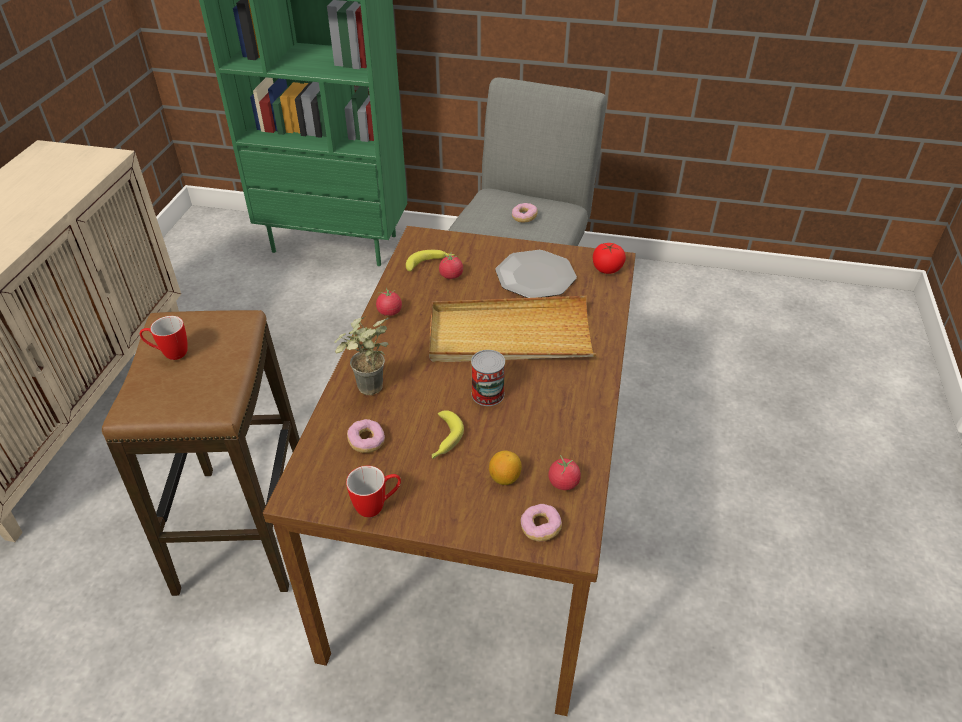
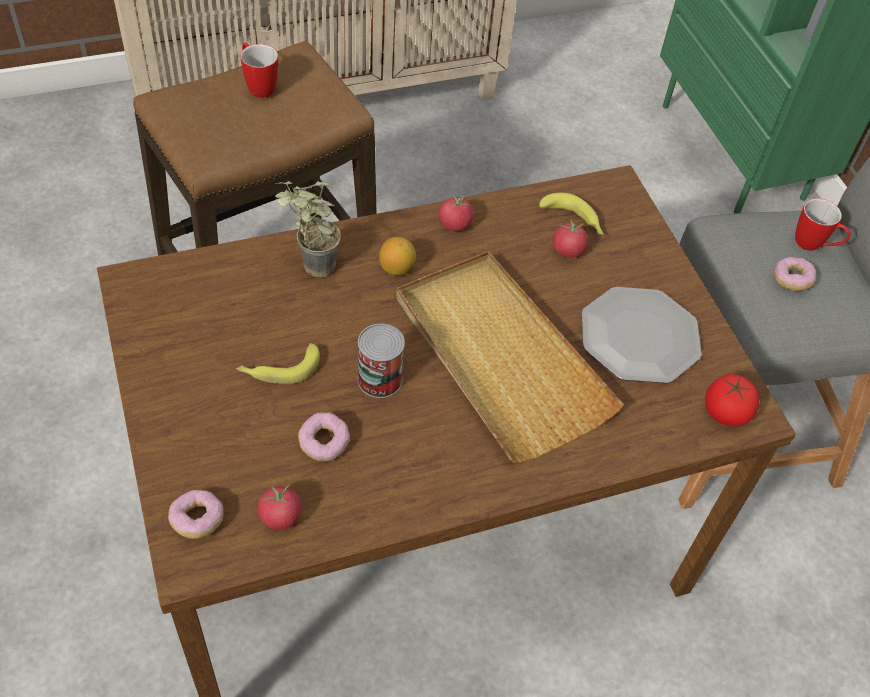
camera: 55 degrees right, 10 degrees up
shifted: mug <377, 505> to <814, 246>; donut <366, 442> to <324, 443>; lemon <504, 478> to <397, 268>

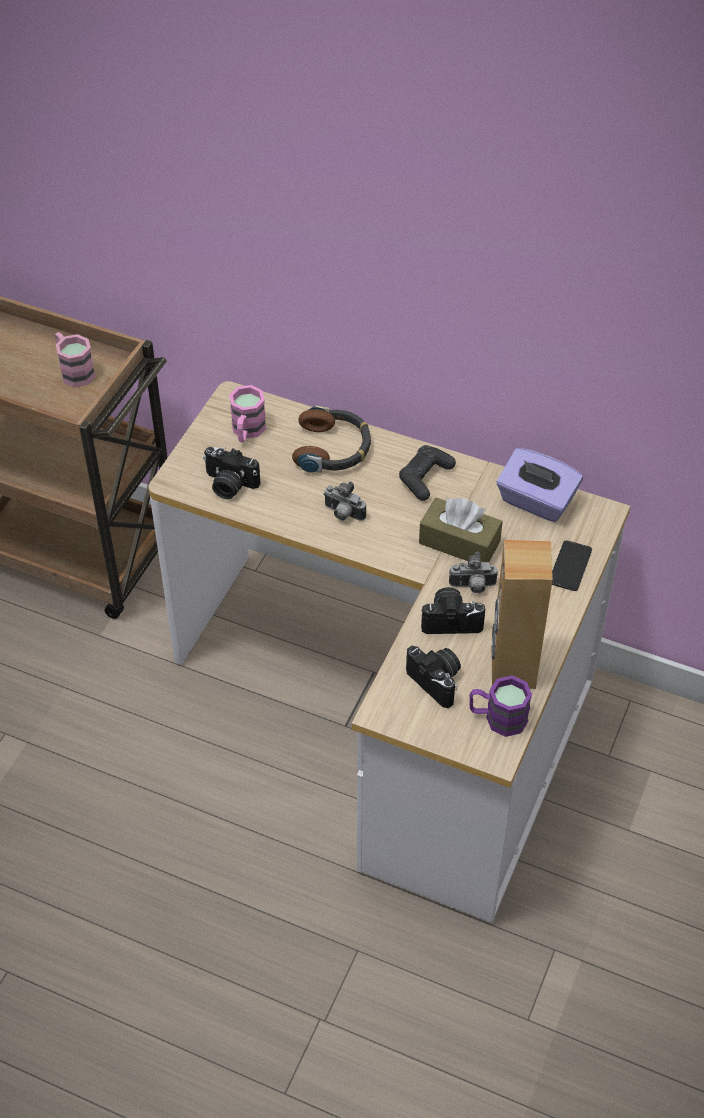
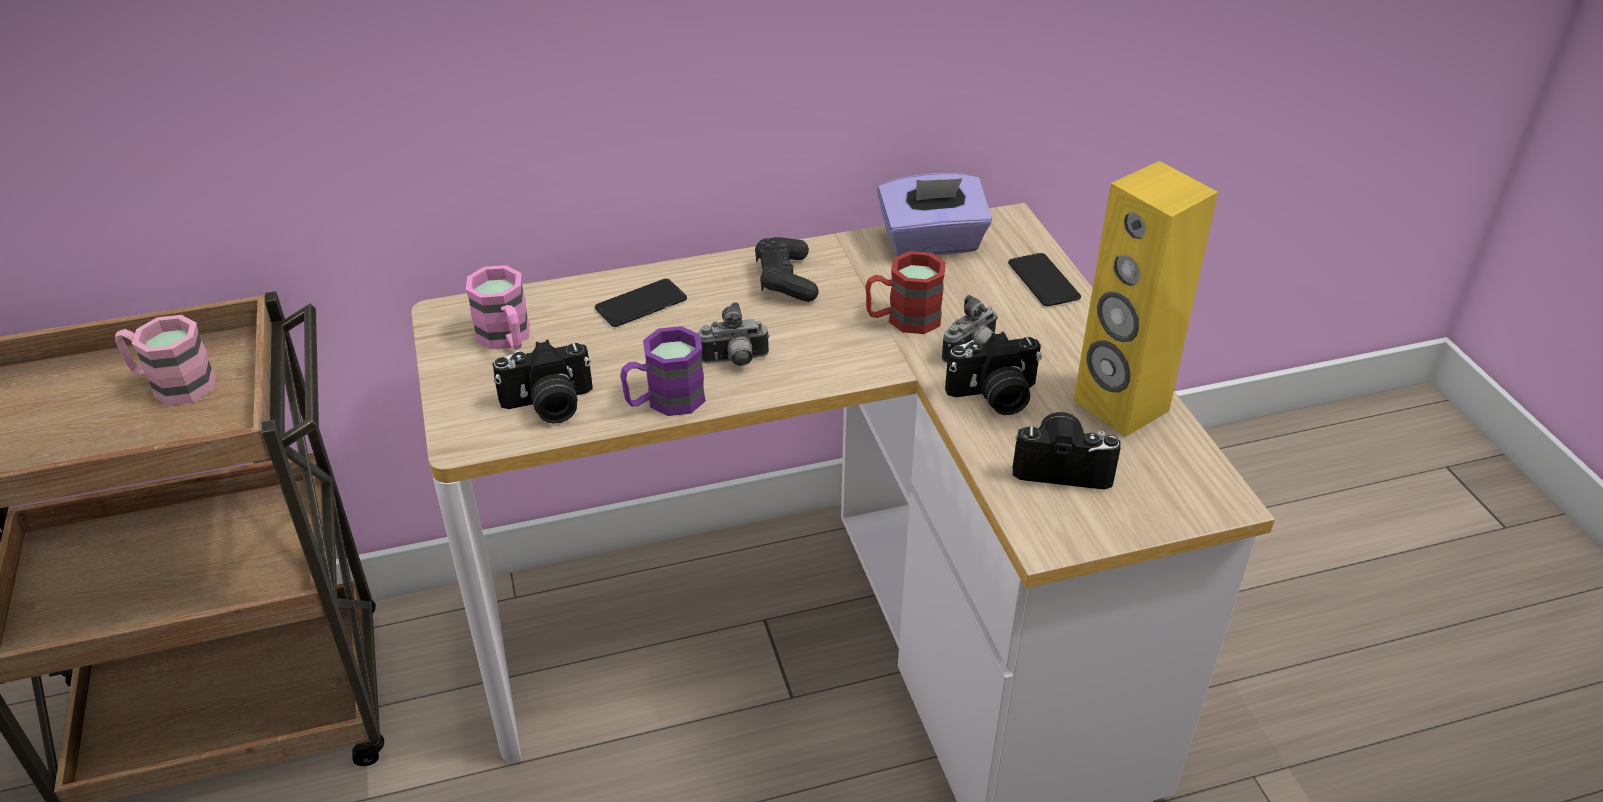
camera: 40 degrees left, 10 degrees down
shifted: purple mug <497, 718> to <664, 401>
swapped: headphones <333, 448> to phone <641, 304>; brown tissue box <459, 542> to red mug <903, 319>
repainted: brown speaker <512, 668> to yellow speaker <1120, 406>
rotated: photo camera <451, 620> = <994, 397> 150 degrees counterclockwise

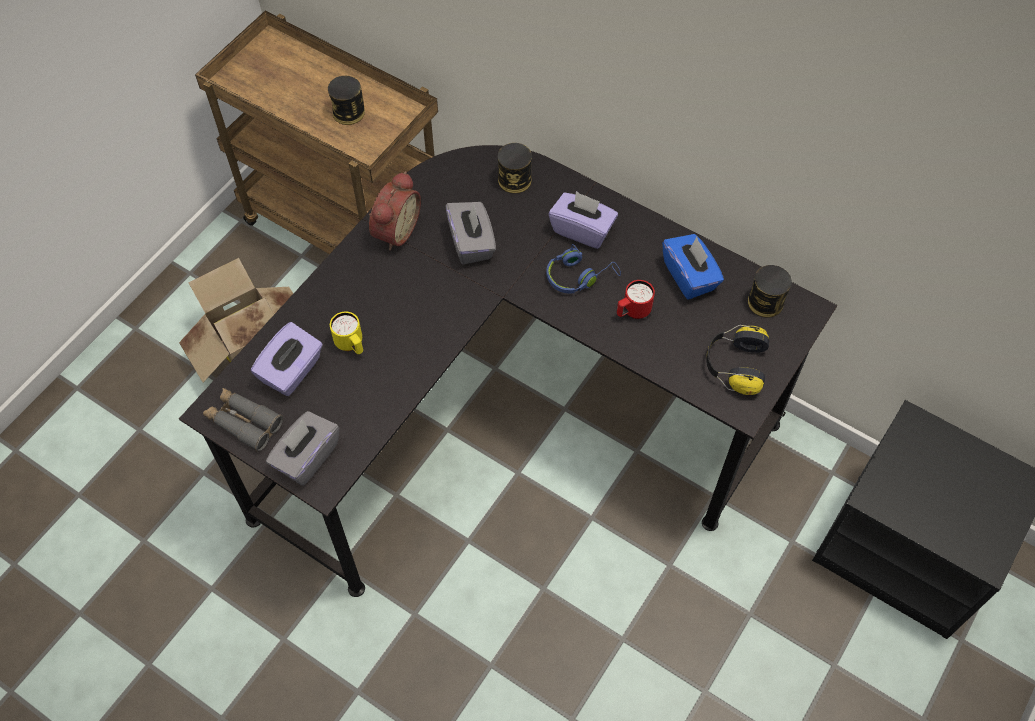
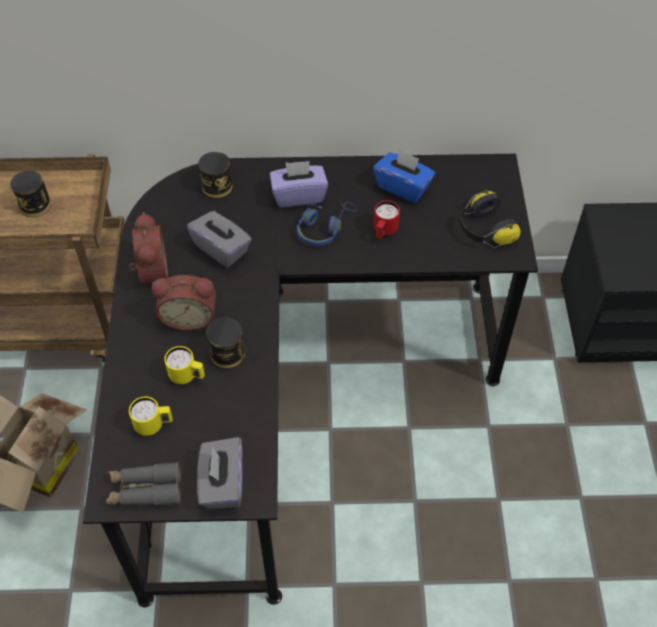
camera: 35 degrees left, 5 degrees down
new: alarm clock <189, 316>
shifted: can <765, 302> to <227, 353>
swapped: purple tissue box <292, 371> to yellow mug <154, 425>

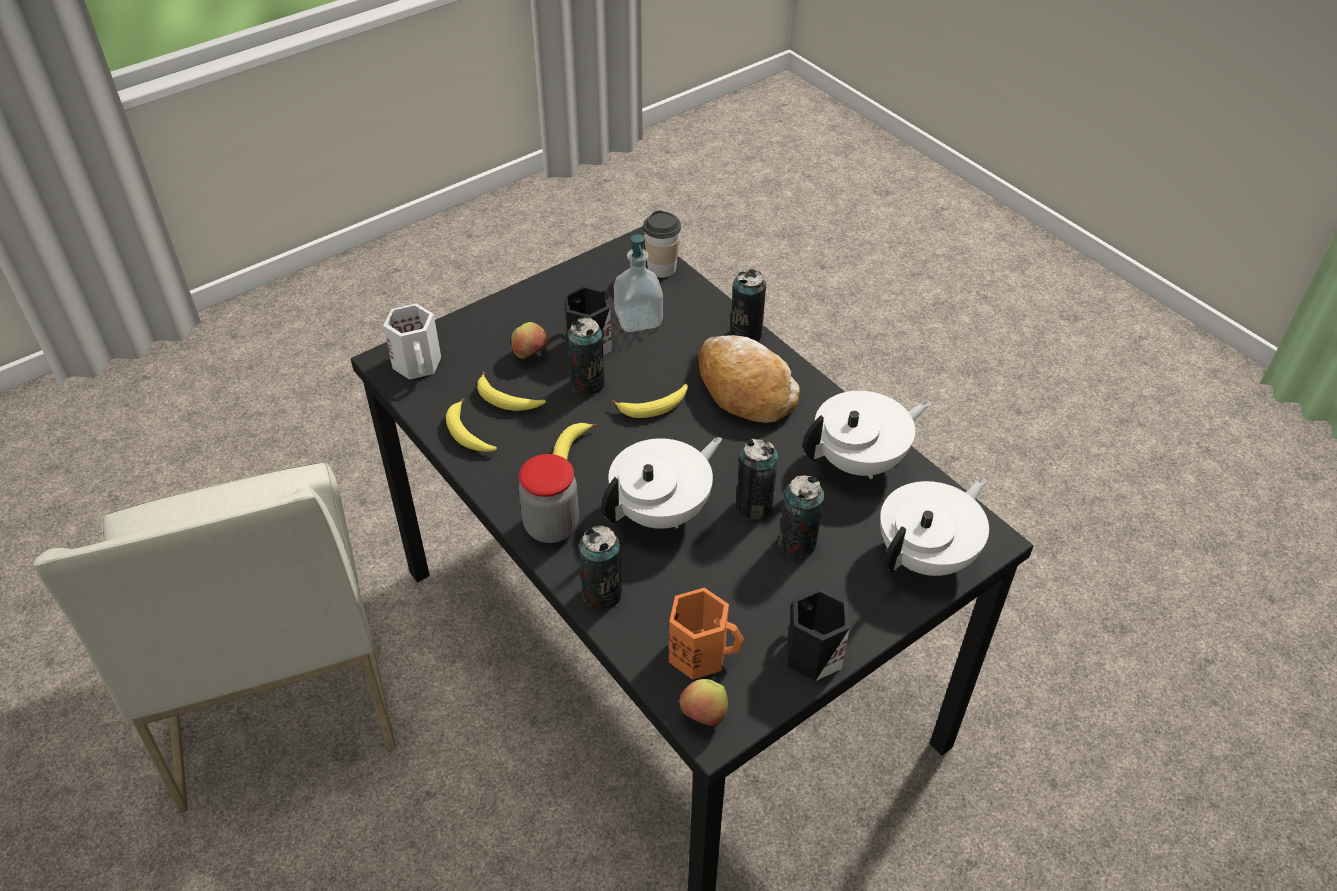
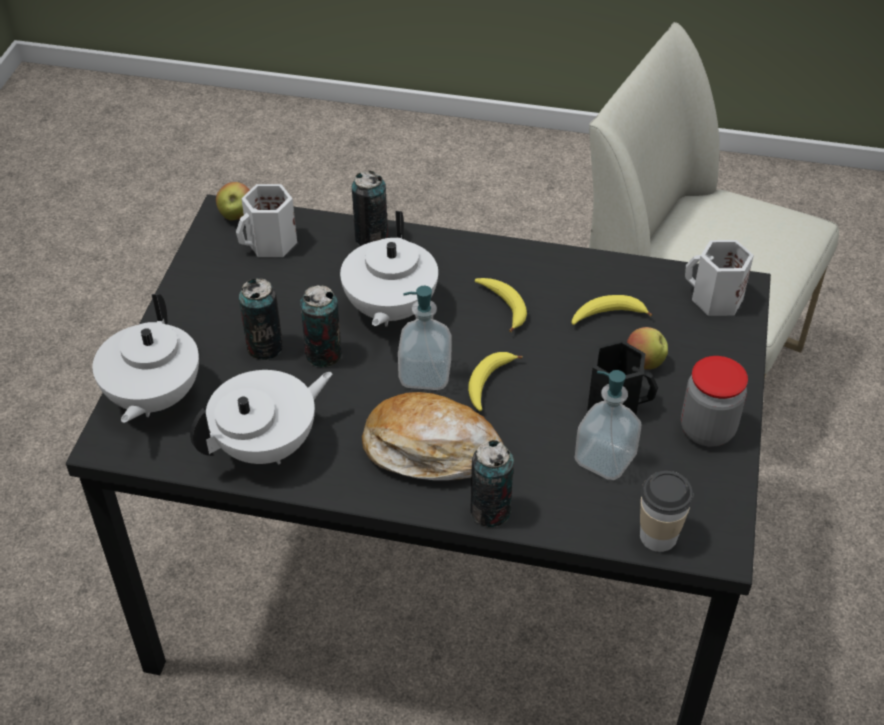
camera: 140 degrees right, 0 degrees up
gone: banana <468, 434>; can <587, 384>; black mug <811, 653>
new: soap dispenser <425, 374>
shifted: jar <551, 526> to <707, 430>
repainted: orange mug <700, 652> to white mug <271, 244>
rotated: white teapot <860, 461> = <268, 445> 150 degrees counterclockwise

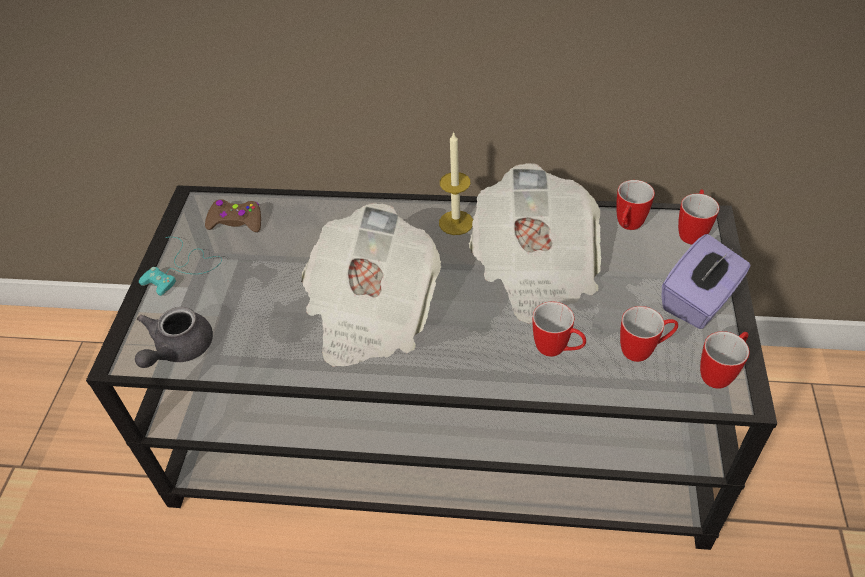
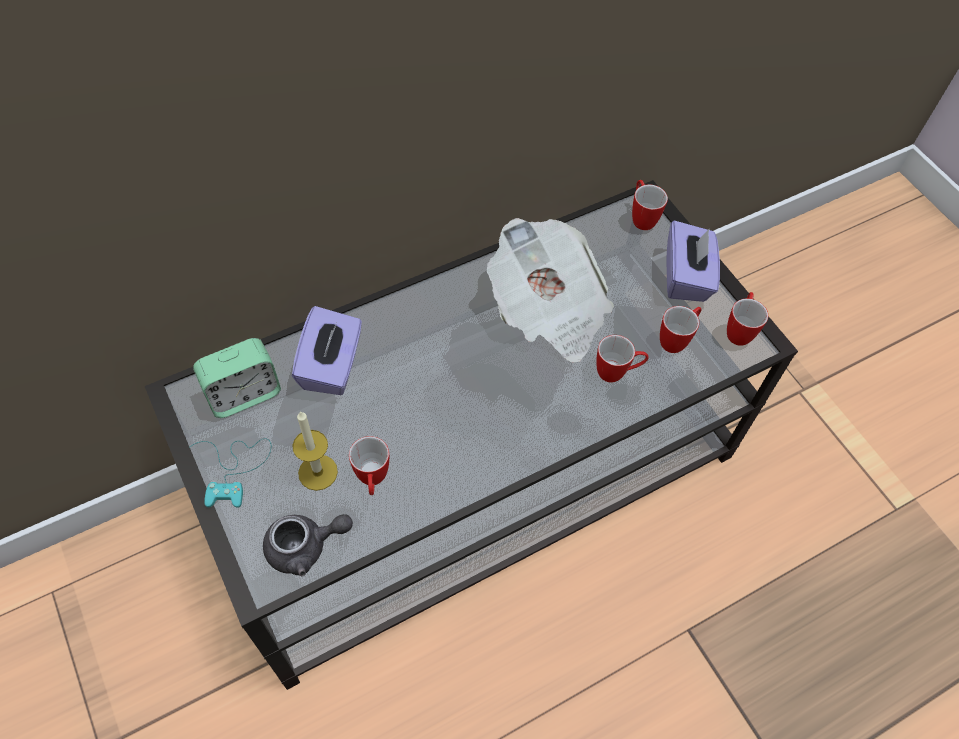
camera: 40 degrees left, 10 degrees up
gone: newspaper <371, 313>
new: purple tissue box <332, 366>
shifted: candle <456, 223> to <318, 472>; mug <627, 227> to <372, 481>
swapped: brown game controller <236, 221> to alarm clock <244, 394>
rotated: grey teapot <178, 350> = <305, 547> 90 degrees counterclockwise

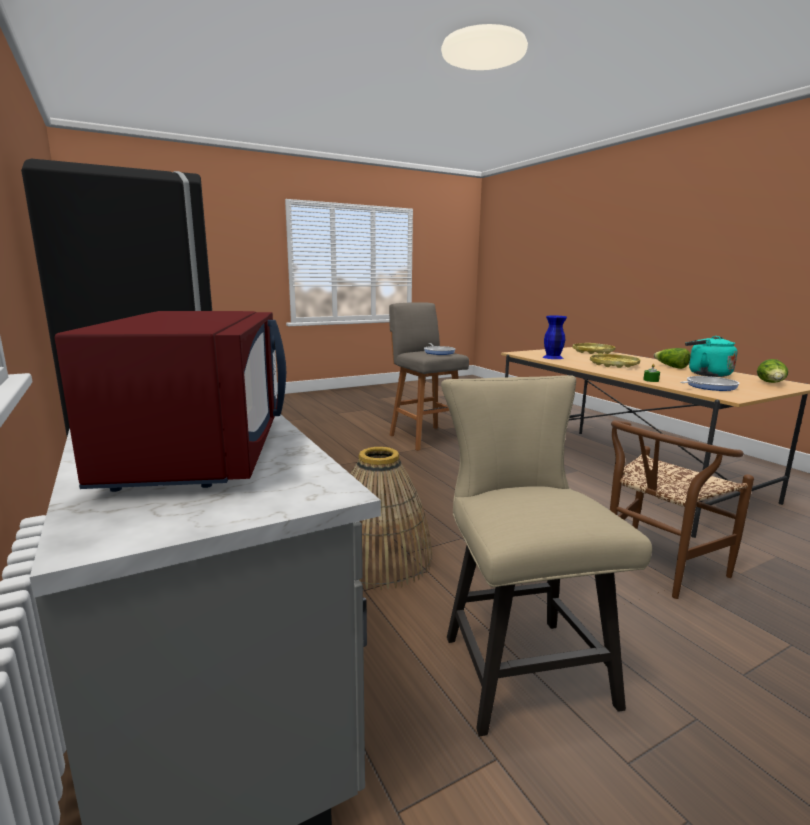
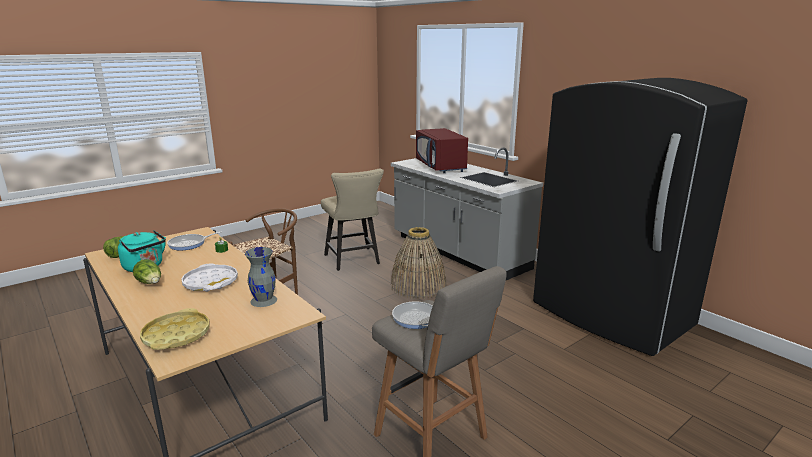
camera: 170 degrees right, 5 degrees up
repainted: blue vase <552, 357> to grey vase <264, 300>; yellow tray <614, 365> to white tray <210, 282>

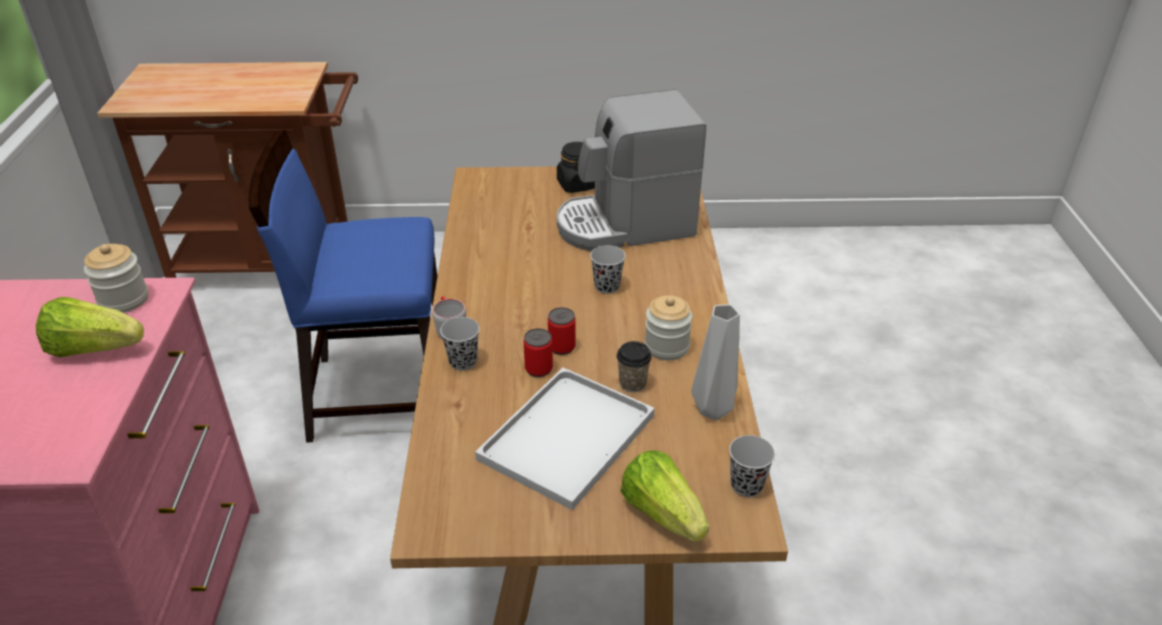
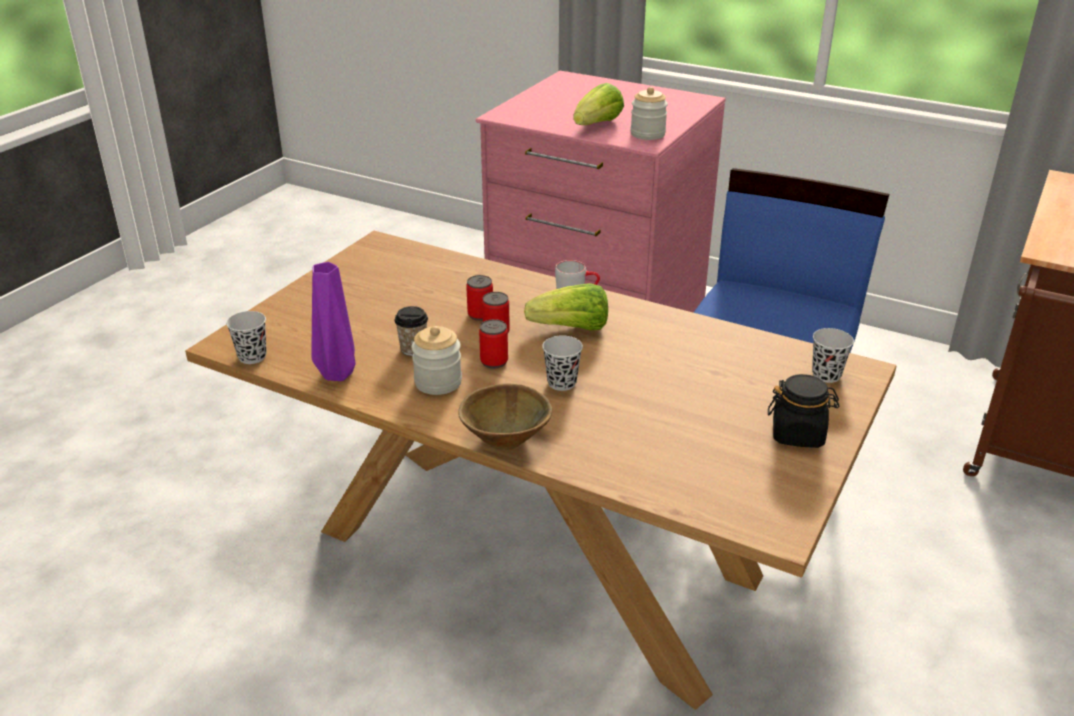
camera: 120 degrees right, 5 degrees down
gone: white tray <567, 434>; coffee machine <625, 225>
new: brown bowl <505, 440>; can <494, 361>
shifted: black cup <463, 362> to <826, 375>; lettuce <662, 513> to <571, 329>
repainted: grey vase <711, 409> to purple vase <339, 373>

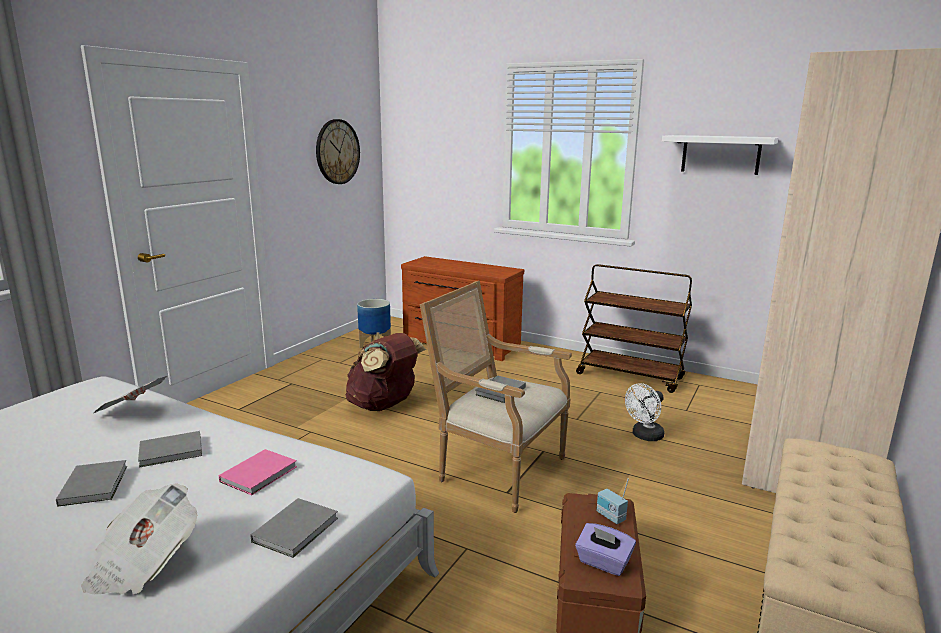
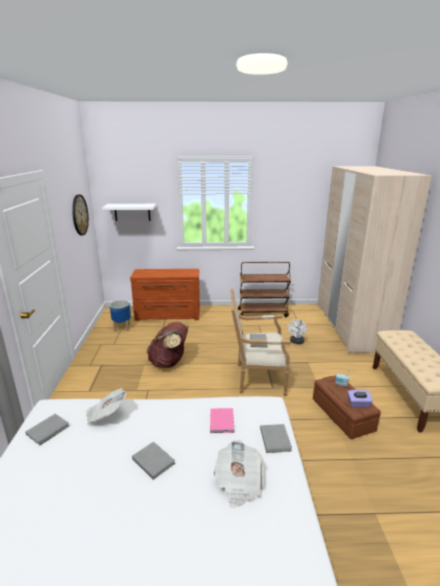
camera: 30 degrees left, 5 degrees up
shifted: grey book <173, 451> to <49, 430>; white shelf <720, 154> to <132, 212>

